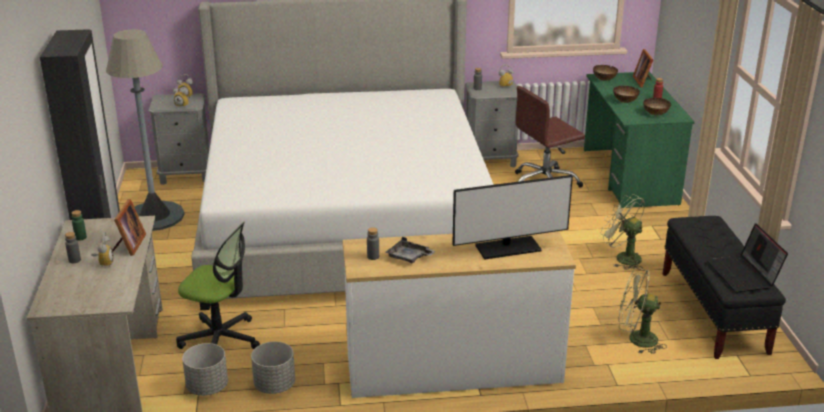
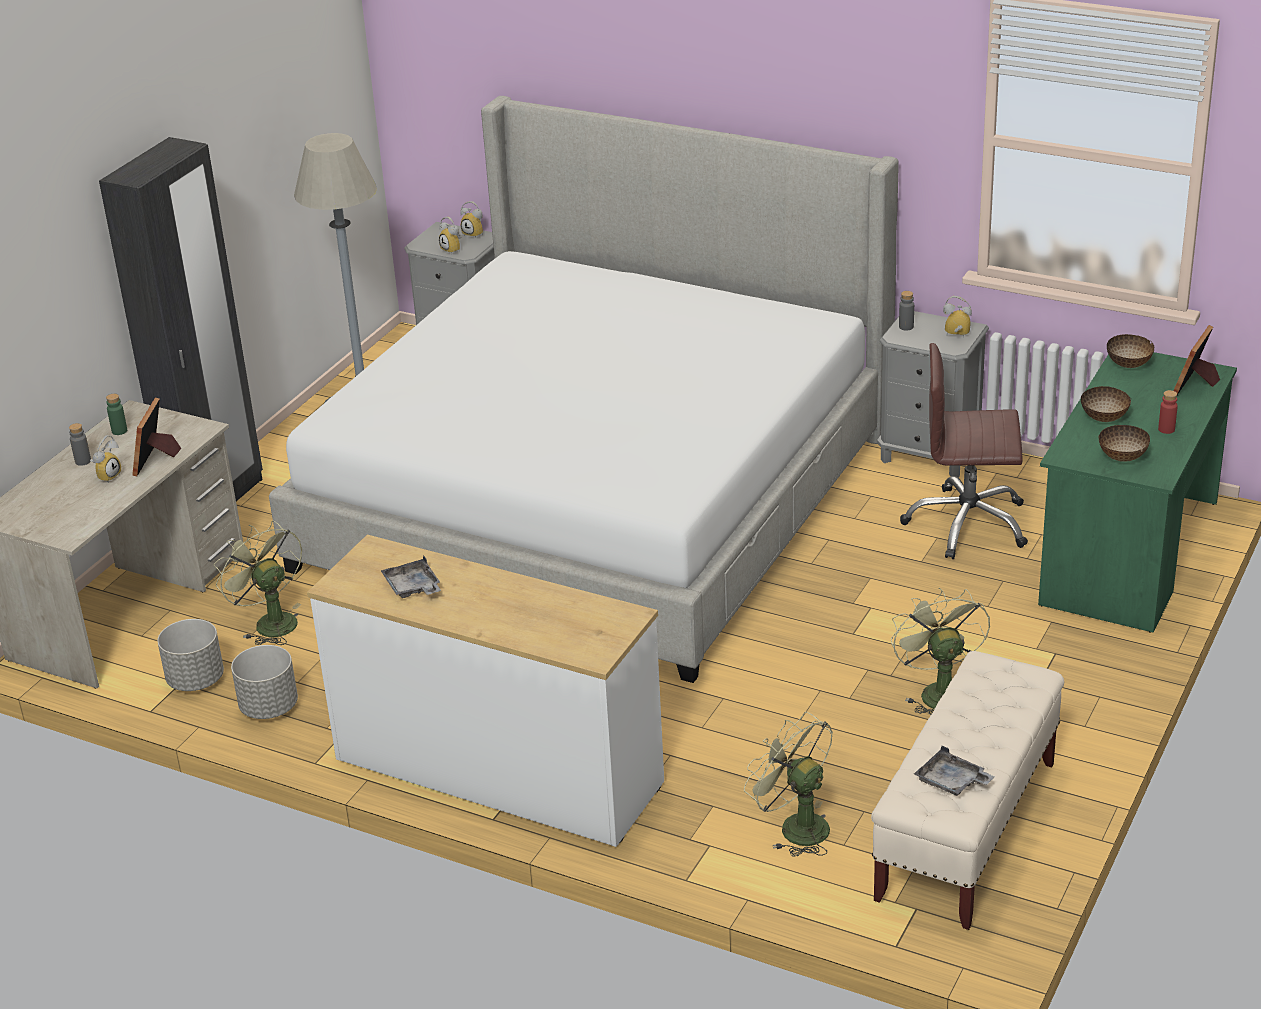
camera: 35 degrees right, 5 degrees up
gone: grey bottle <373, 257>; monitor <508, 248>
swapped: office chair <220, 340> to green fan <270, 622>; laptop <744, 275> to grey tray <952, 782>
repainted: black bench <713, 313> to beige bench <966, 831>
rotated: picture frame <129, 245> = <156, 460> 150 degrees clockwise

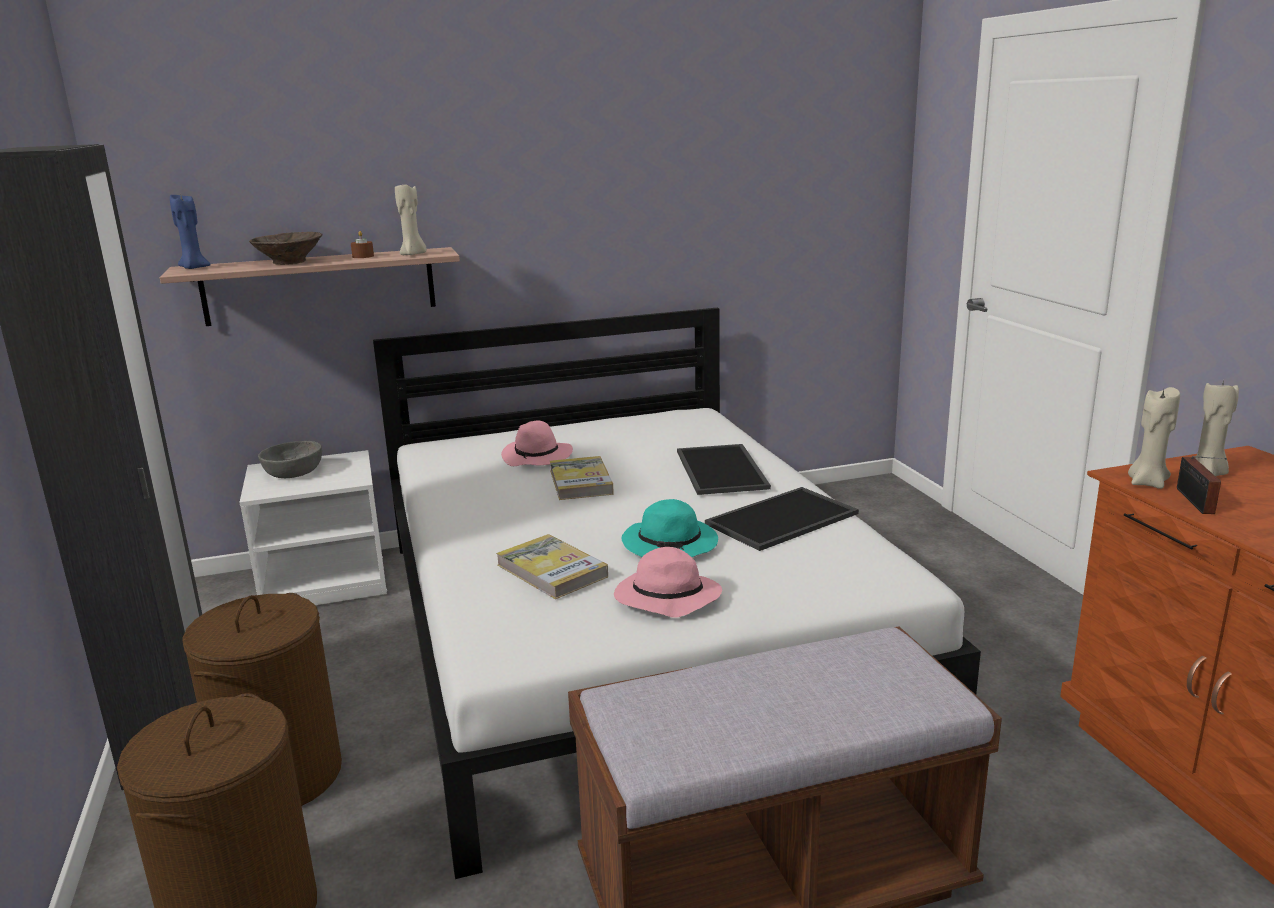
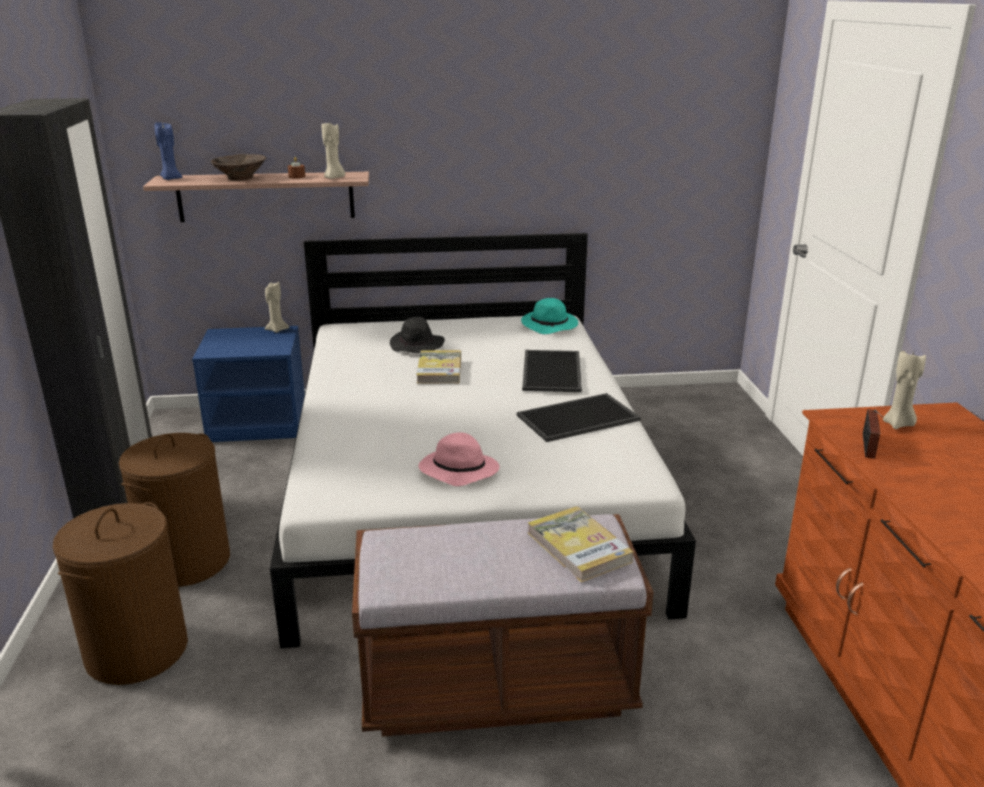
camera: 10 degrees right, 5 degrees up
gone: grey bowl <293, 473>
shifted: book <552, 571> to <578, 547>; turquoise hat <671, 545> to <550, 325>; beige candle <1147, 483> to <277, 330>
repainted: white nightstand <326, 581> to blue nightstand <259, 423>; pink hat <537, 457> to black hat <417, 346>

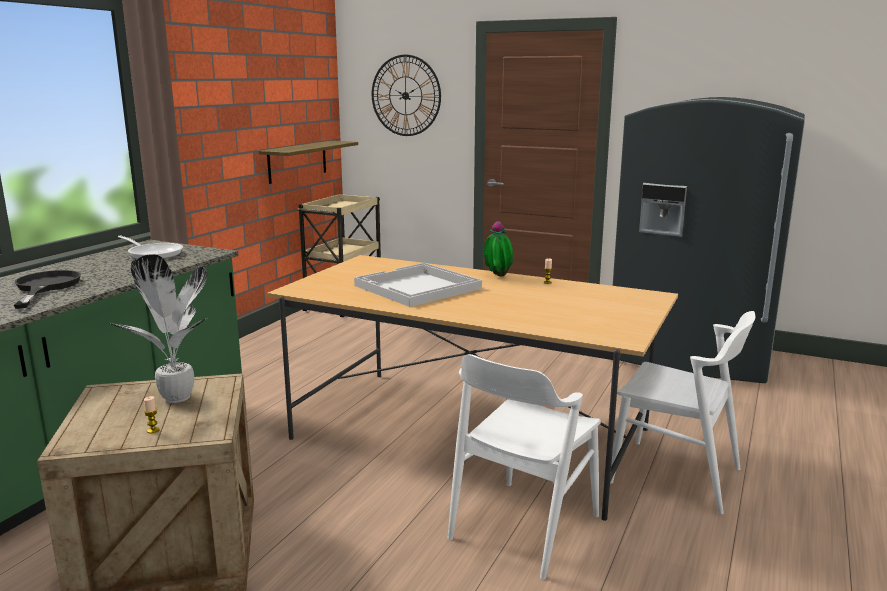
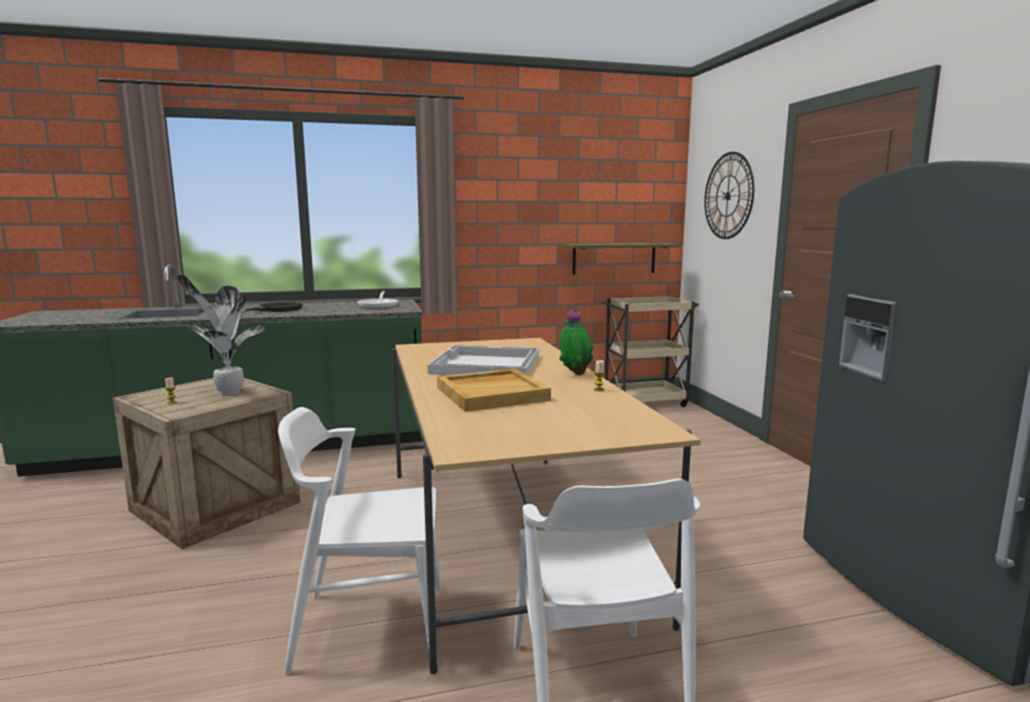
camera: 50 degrees right, 5 degrees down
new: beige tray <492, 393>

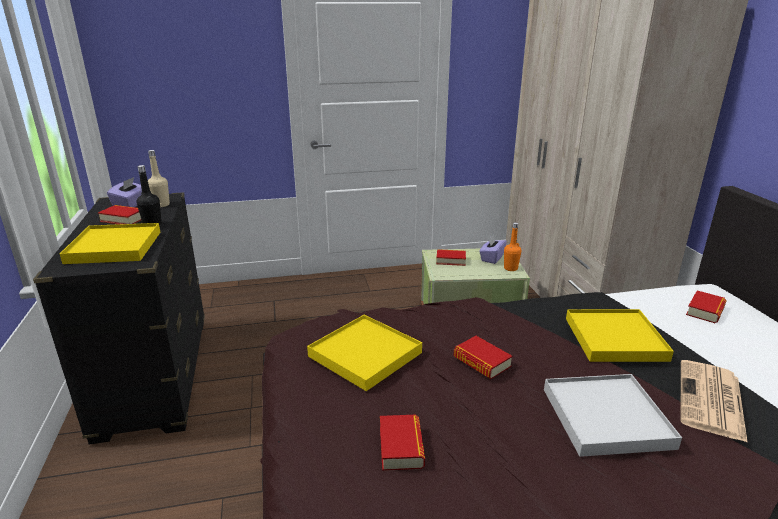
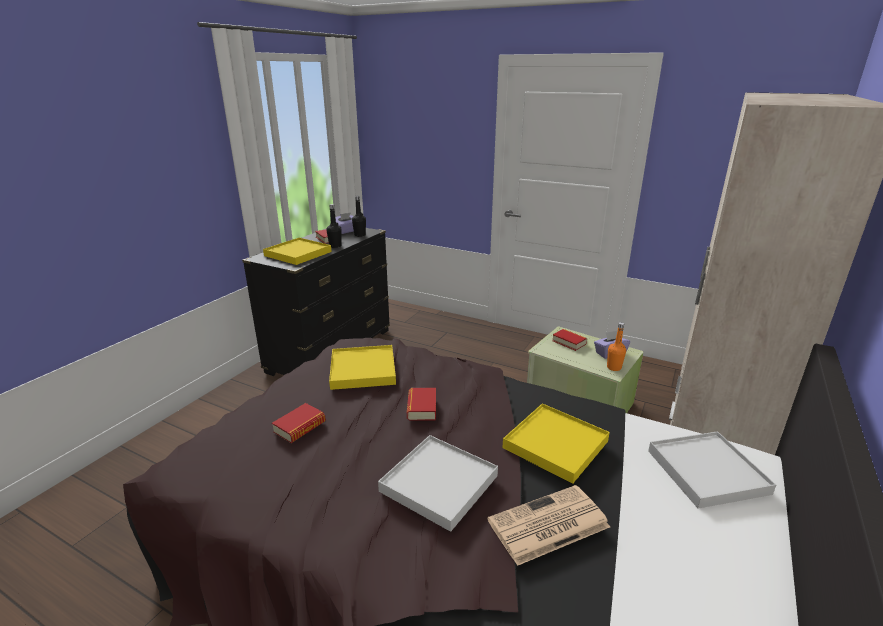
camera: 40 degrees right, 0 degrees up
swapped: book <705, 311> to white tray <707, 471>
repainted: beige bottle <161, 205> to black bottle <360, 235>

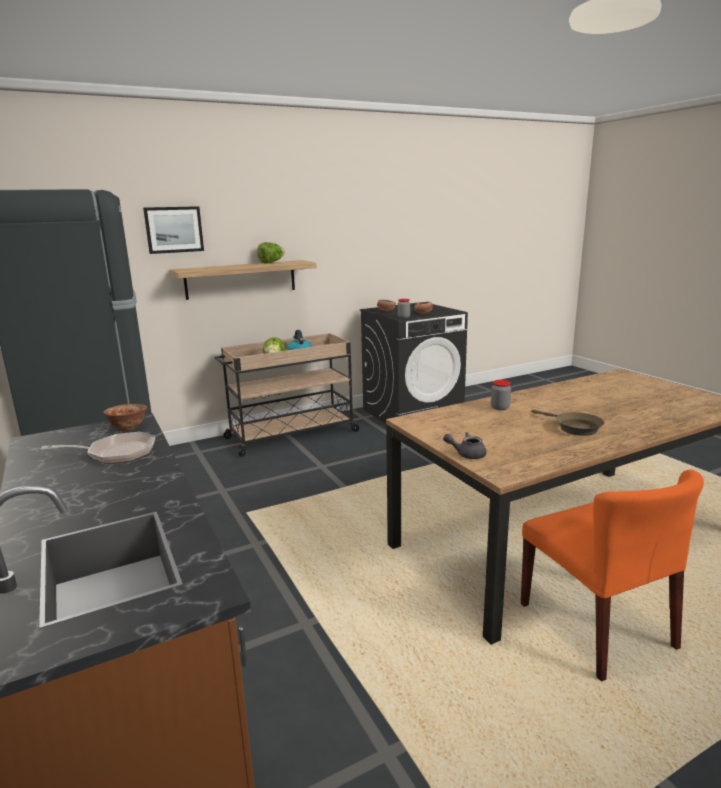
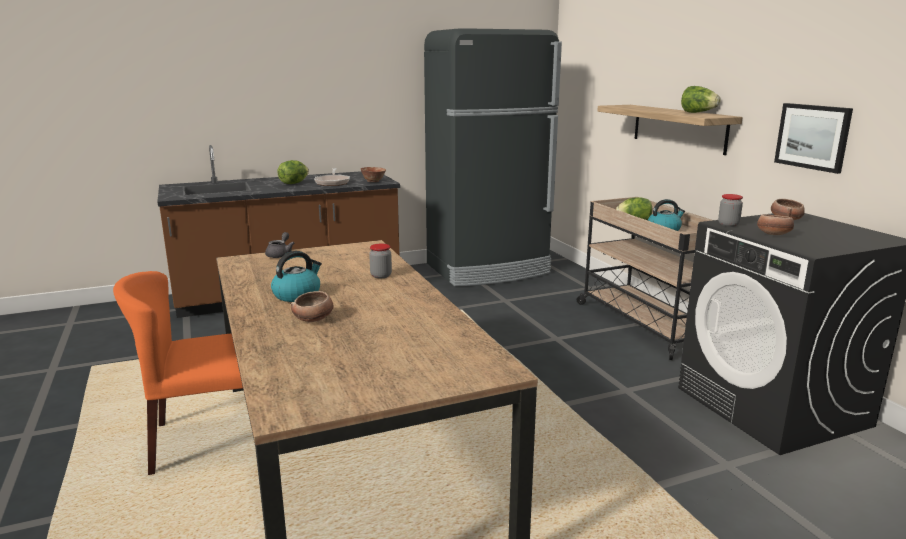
camera: 95 degrees right, 0 degrees up
new: lettuce <294, 183>; bowl <314, 319>
shifted: picture <174, 229> to <813, 136>
swapped: brown frying pan <574, 428> to kettle <297, 295>

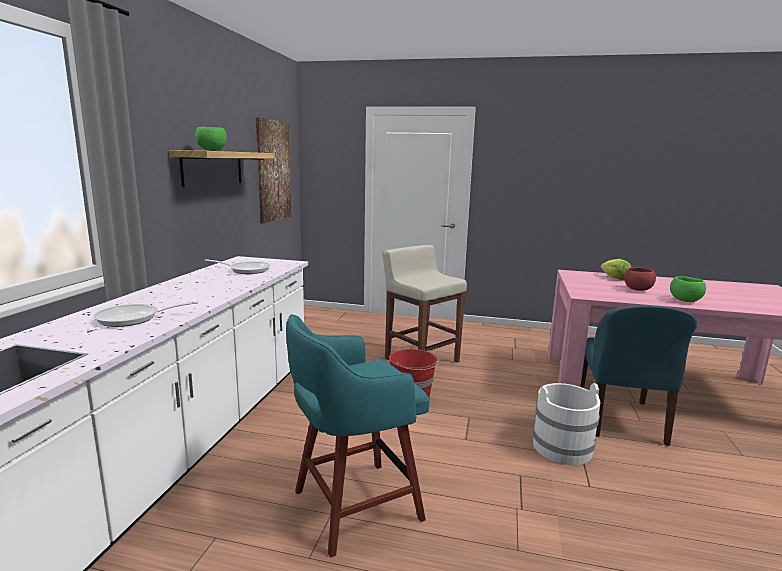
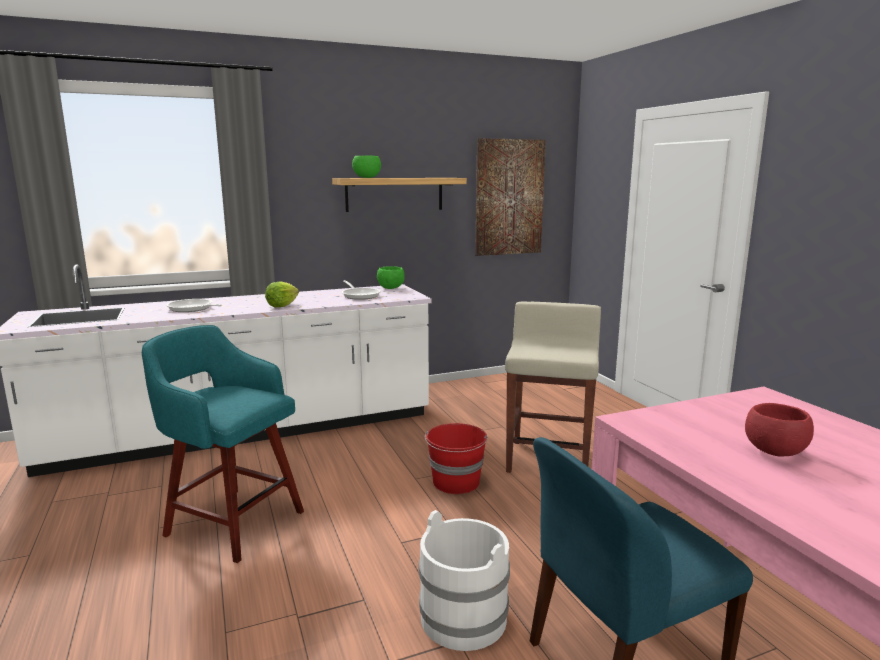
camera: 55 degrees right, 0 degrees up
shifted: lettuce <615, 278> to <282, 305>; green bowl <685, 301> to <391, 288>

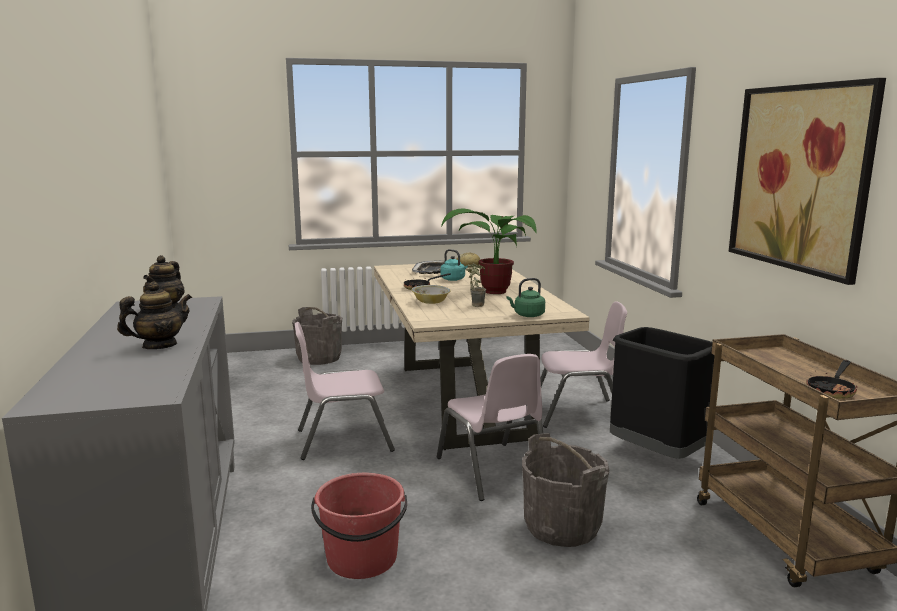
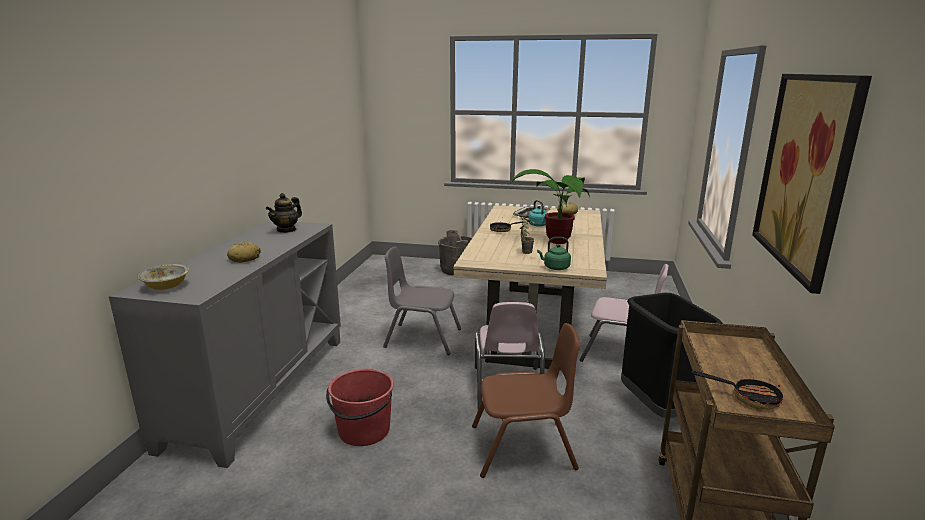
camera: 25 degrees right, 5 degrees up
shifted: bowl <431, 302> to <166, 286>
swapped: teapot <159, 346> to bread <245, 259>; grey bucket <562, 526> to brown chair <523, 448>
repainted: pink chair <344, 440> to grey chair <422, 338>
rotated: frying pan <832, 391> = <747, 397> 135 degrees counterclockwise

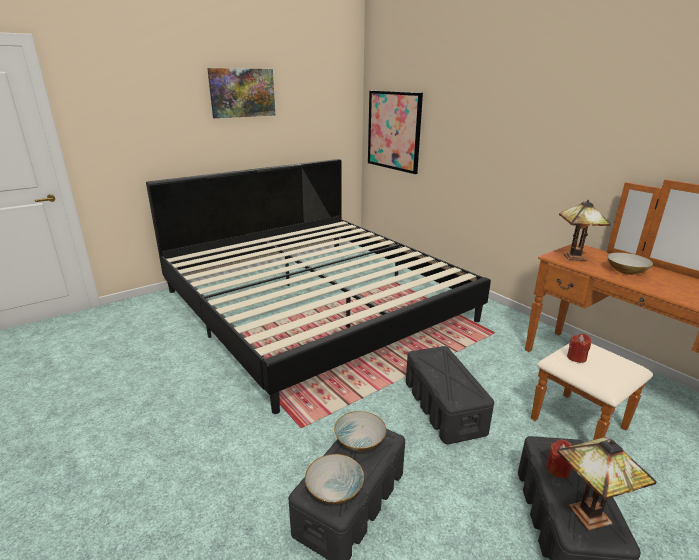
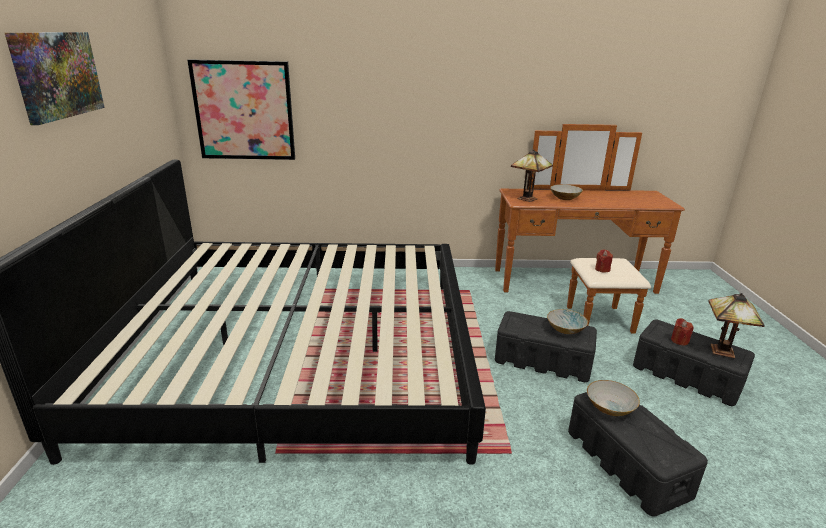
camera: 55 degrees left, 0 degrees up
shifted: bowl <334, 490> to <566, 329>

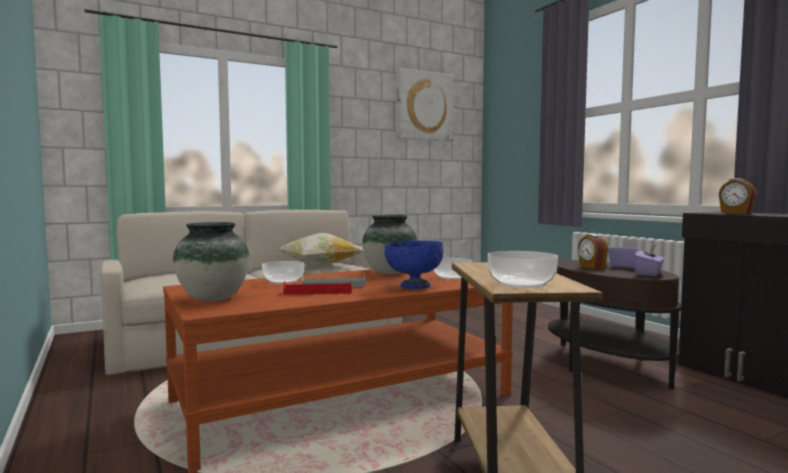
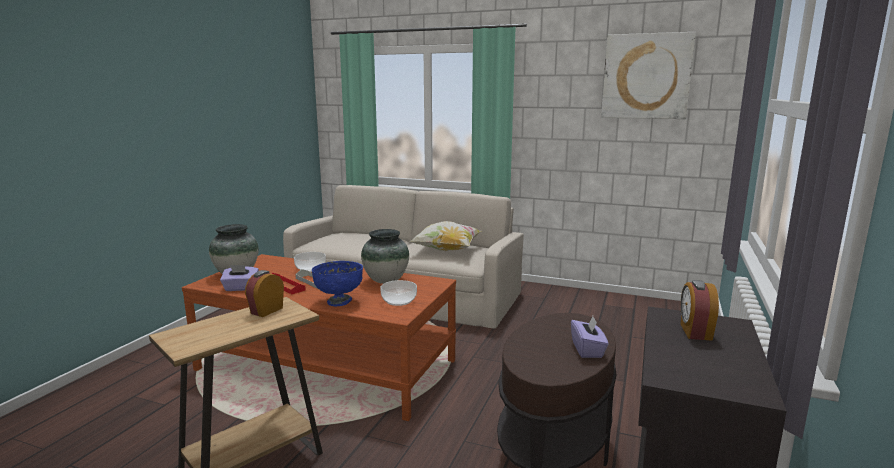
camera: 50 degrees right, 10 degrees up
gone: bowl <521, 283>
shifted: alarm clock <591, 267> to <266, 310>; purple tissue box <648, 274> to <241, 288>

